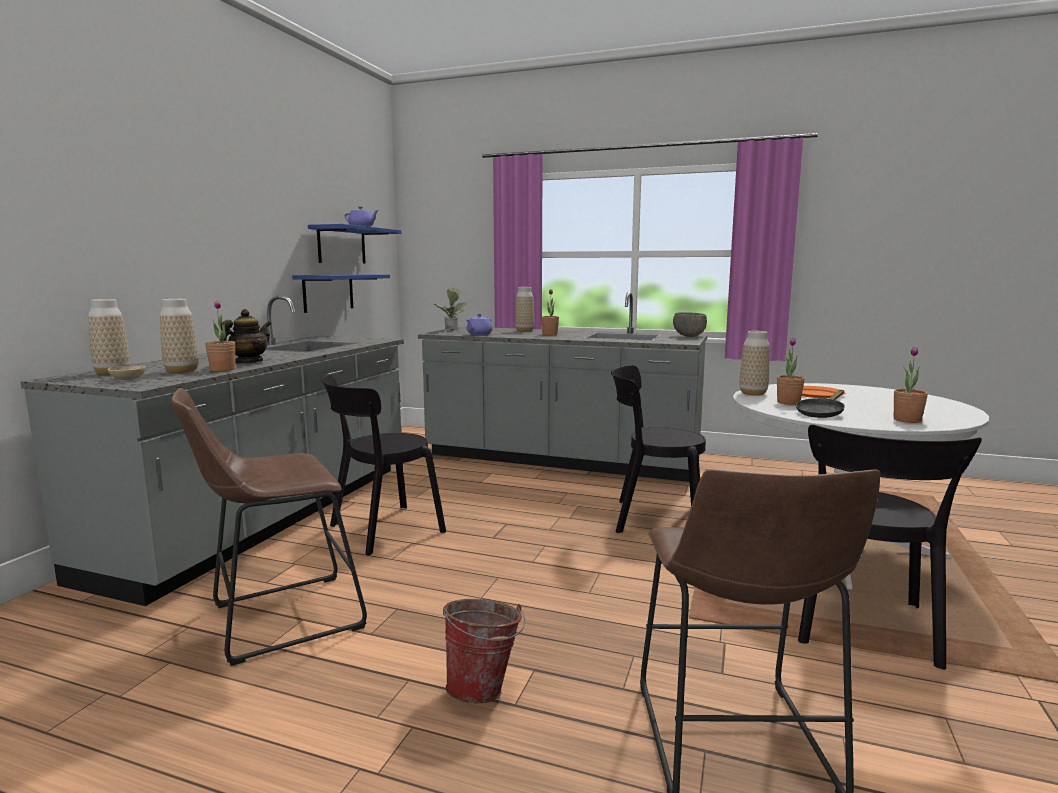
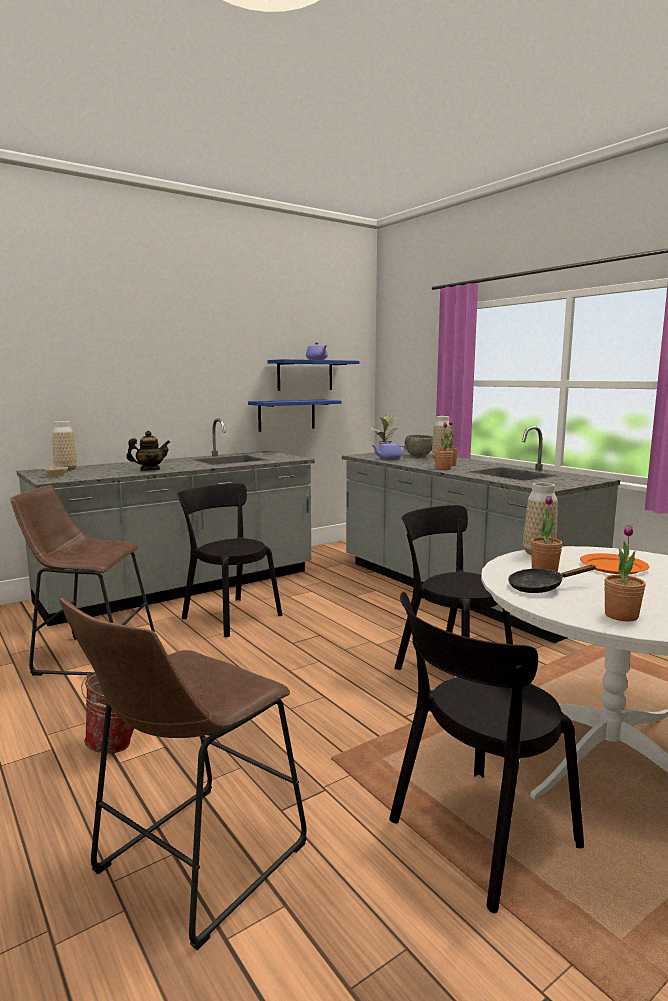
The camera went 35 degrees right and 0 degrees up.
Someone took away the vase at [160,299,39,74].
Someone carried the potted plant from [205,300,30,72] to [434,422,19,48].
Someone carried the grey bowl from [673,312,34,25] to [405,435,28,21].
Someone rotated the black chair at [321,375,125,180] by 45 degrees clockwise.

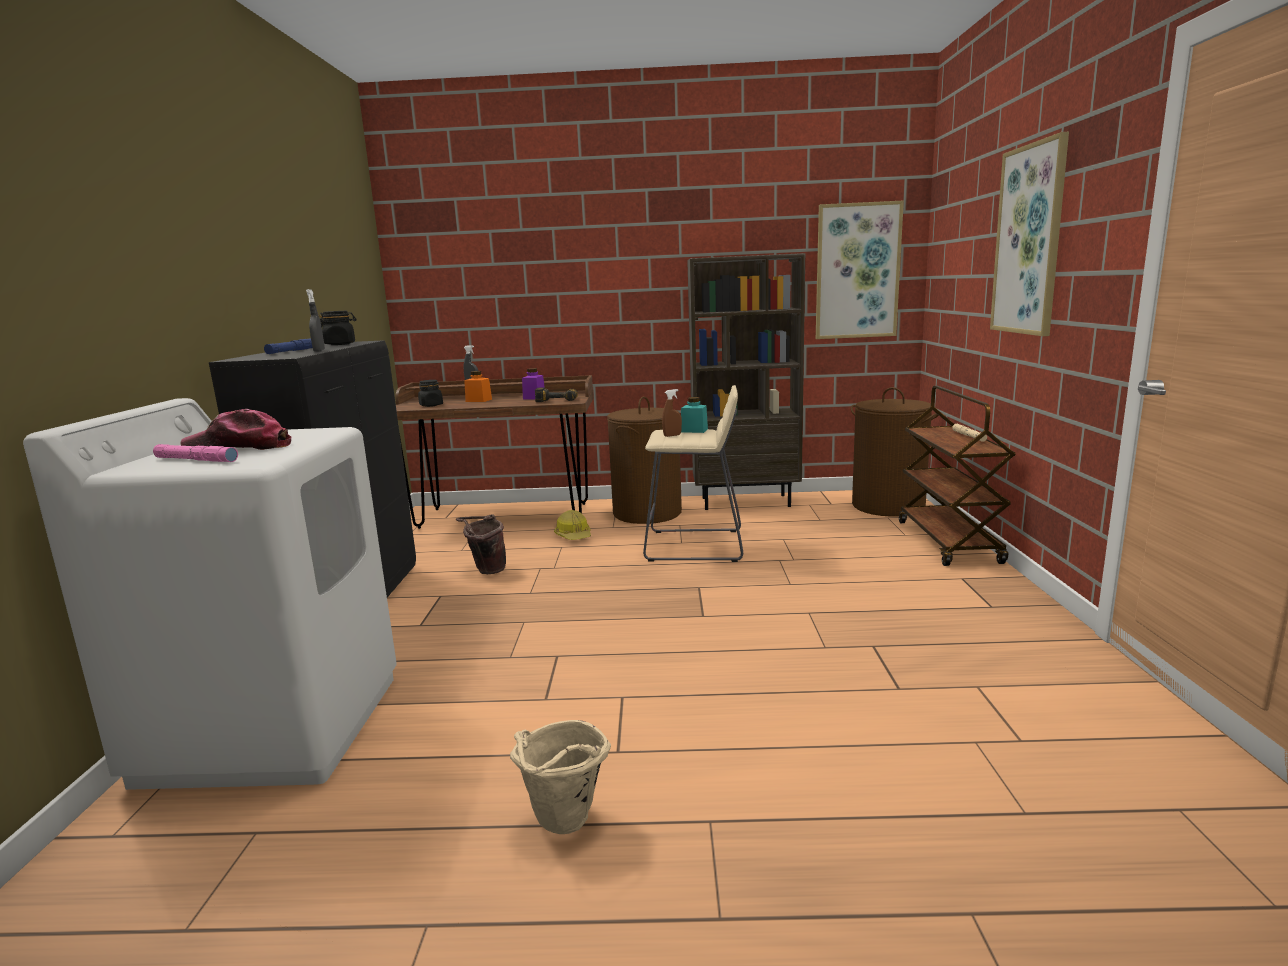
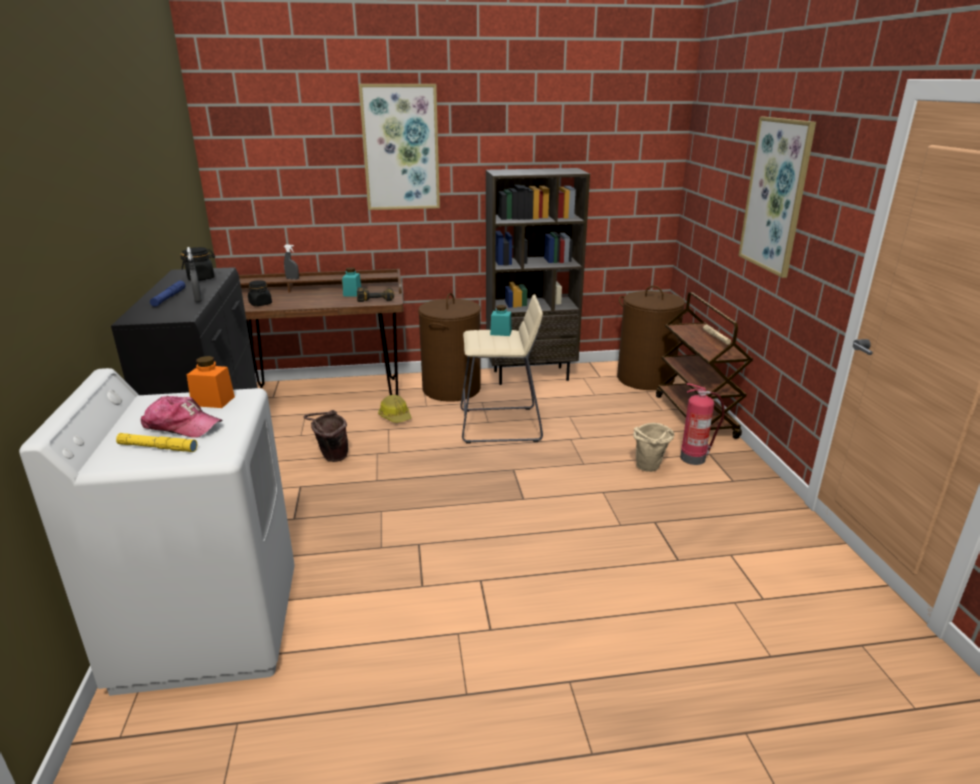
The camera went 10 degrees left and 10 degrees up.
Someone took away the brown spray bottle at [662,389,20,48].
Someone put down the fire extinguisher at [680,383,45,82].
Someone carried the orange jar from [464,371,28,31] to [187,356,48,52].
Someone carried the beige bucket from [510,720,101,114] to [634,423,41,49].
Someone carried the picture from [816,200,88,139] to [359,84,81,126].
Someone repainted the pink flashlight at [153,444,85,18], which became the yellow flashlight at [116,433,81,19].
Someone repainted the purple jar at [522,368,23,32], which became the turquoise jar at [342,267,19,30].
Someone rotated the cap at [181,409,110,41] by 150 degrees counterclockwise.

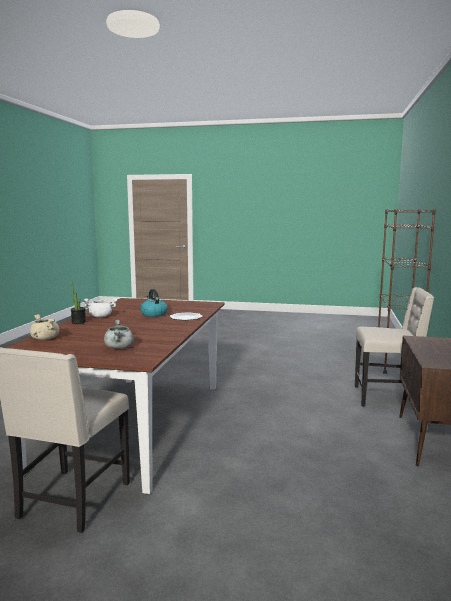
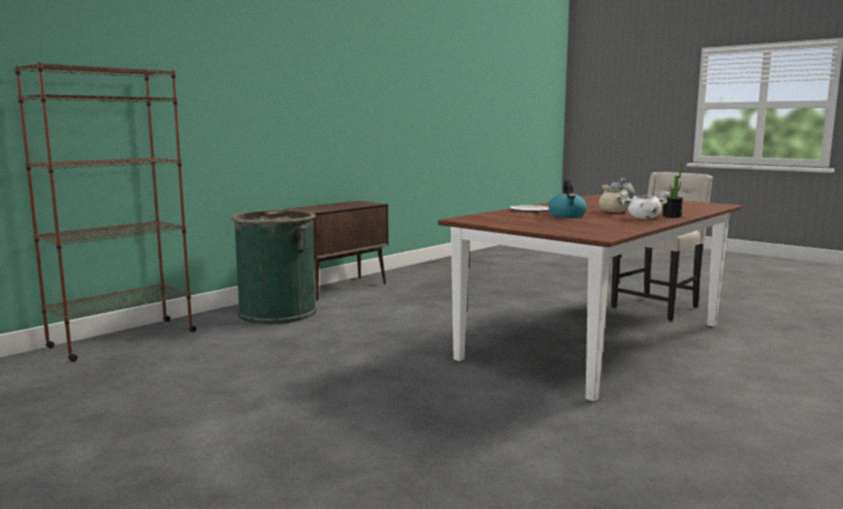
The camera went 150 degrees left and 0 degrees up.
Someone carried the beige cooking pot from [30,314,29,26] to [599,185,31,27].
Someone swapped the beige chair at [355,287,79,120] for the green trash can at [231,210,86,114].

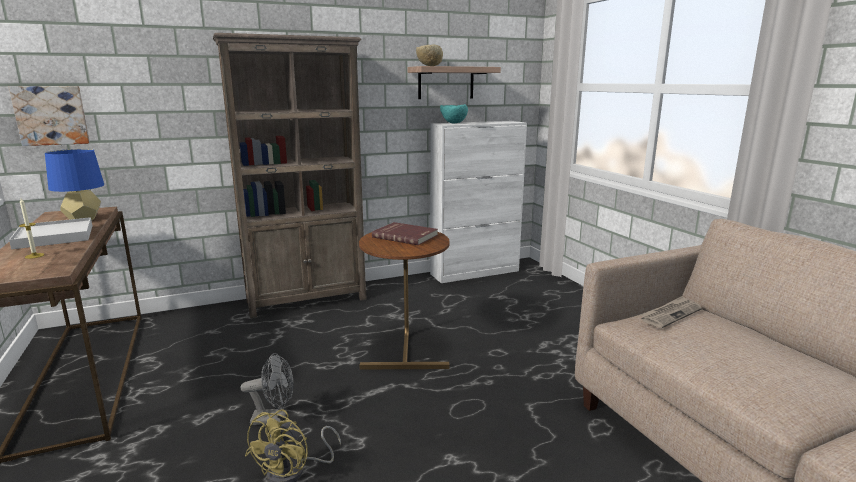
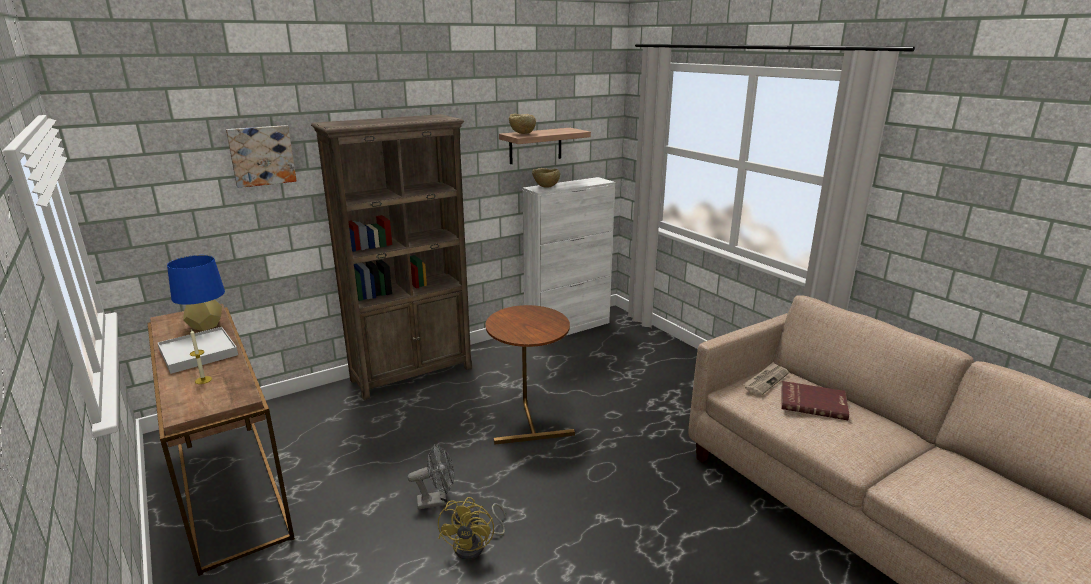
The camera went 10 degrees left and 5 degrees up.
Someone carried the picture from [9,86,81,60] to [226,125,71,63].
Someone carried the red book from [372,222,66,23] to [781,381,68,39].
Someone repainted the turquoise bowl at [440,104,28,19], which became the beige bowl at [532,168,28,19].

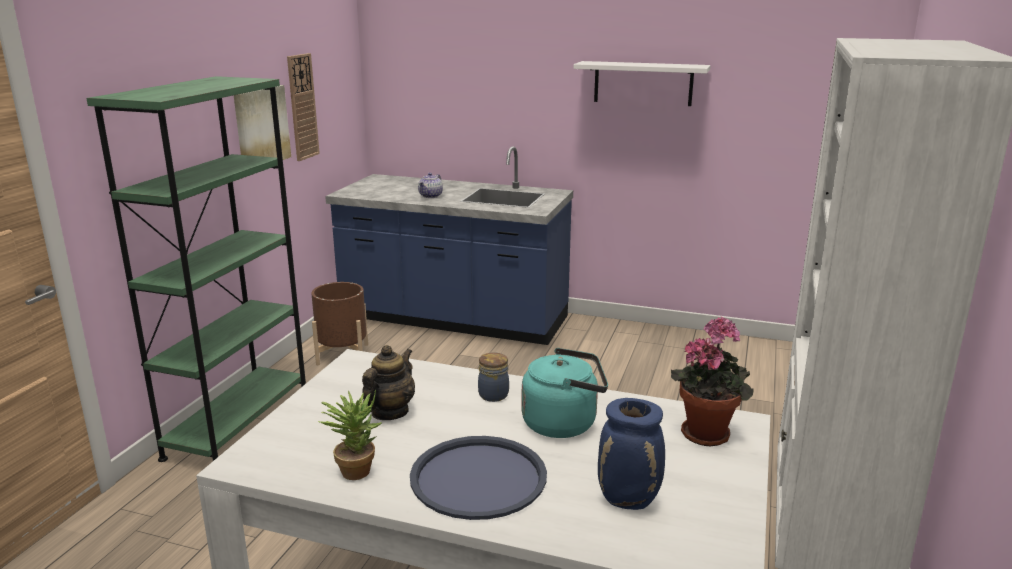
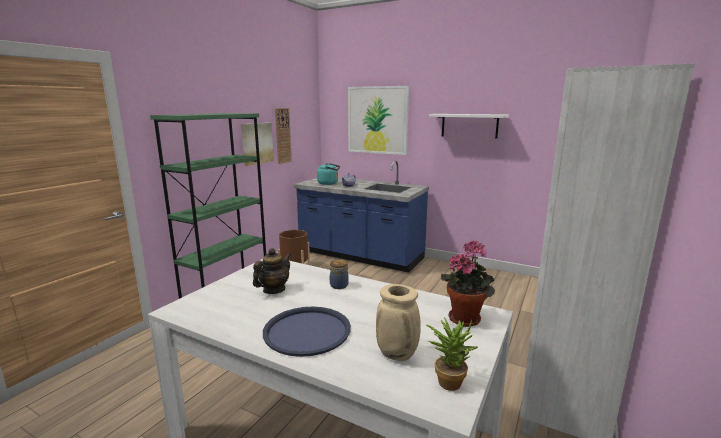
The camera went 10 degrees right and 5 degrees down.
Someone put up the picture at [348,86,61,69].
Someone carried the potted plant from [318,390,63,90] to [426,317,52,74].
Someone carried the turquoise kettle from [521,348,87,90] to [317,163,23,22].
Someone repainted the blue vase at [598,398,67,112], which became the beige vase at [376,284,45,77].

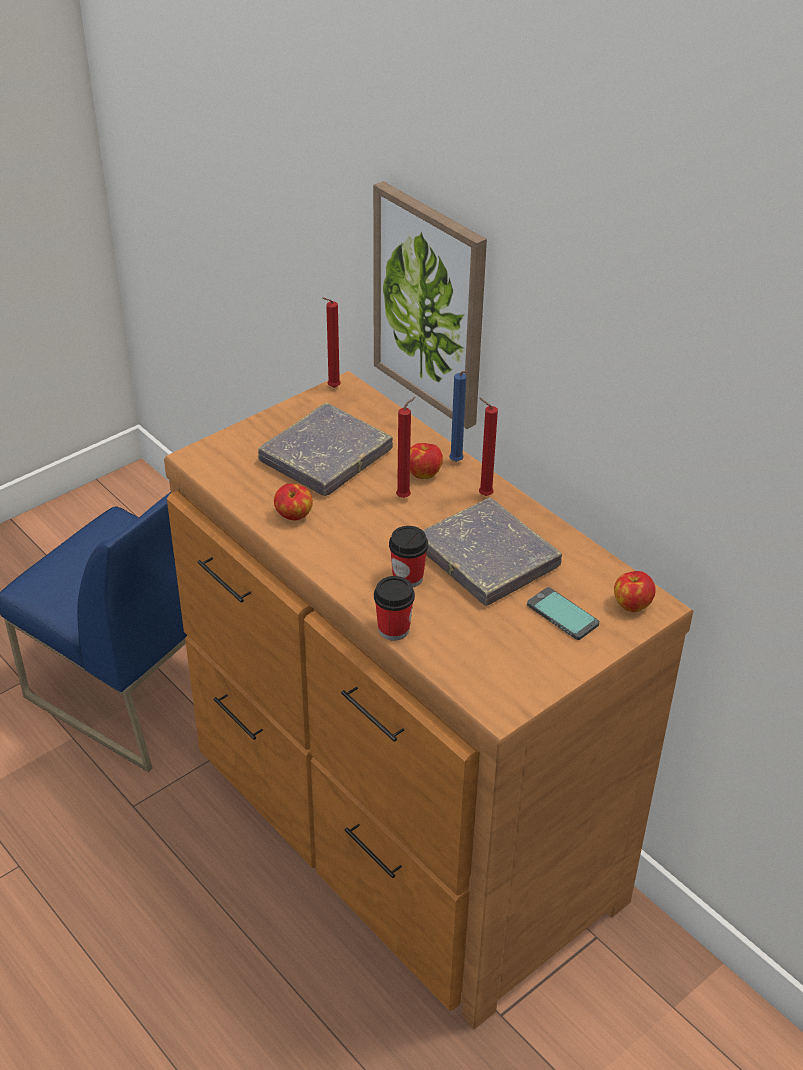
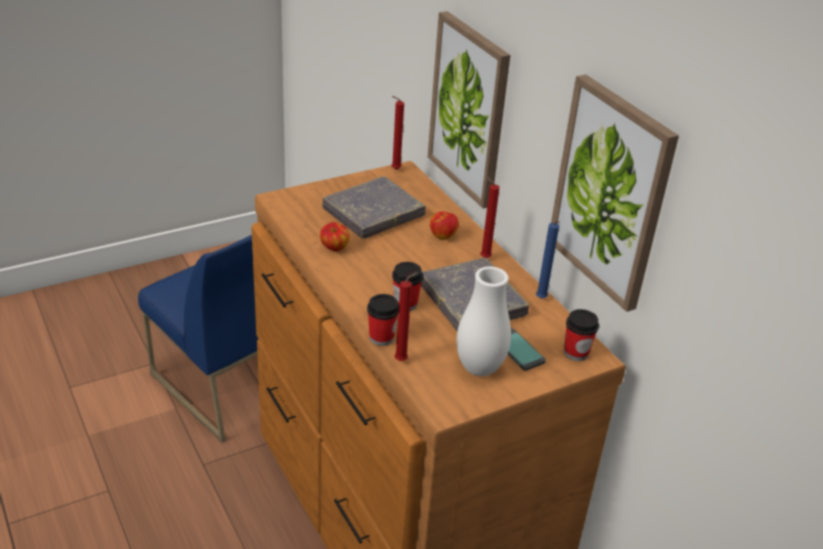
The camera went 10 degrees right and 5 degrees down.
Someone put down the white vase at [456,266,55,110].
Someone put up the picture at [551,74,128,238].
Someone carried the red candle from [396,397,20,101] to [395,272,23,89].
Someone carried the blue candle from [449,371,18,91] to [536,221,24,78].
Someone swapped the apple at [614,571,42,41] for the cup at [564,309,35,52].

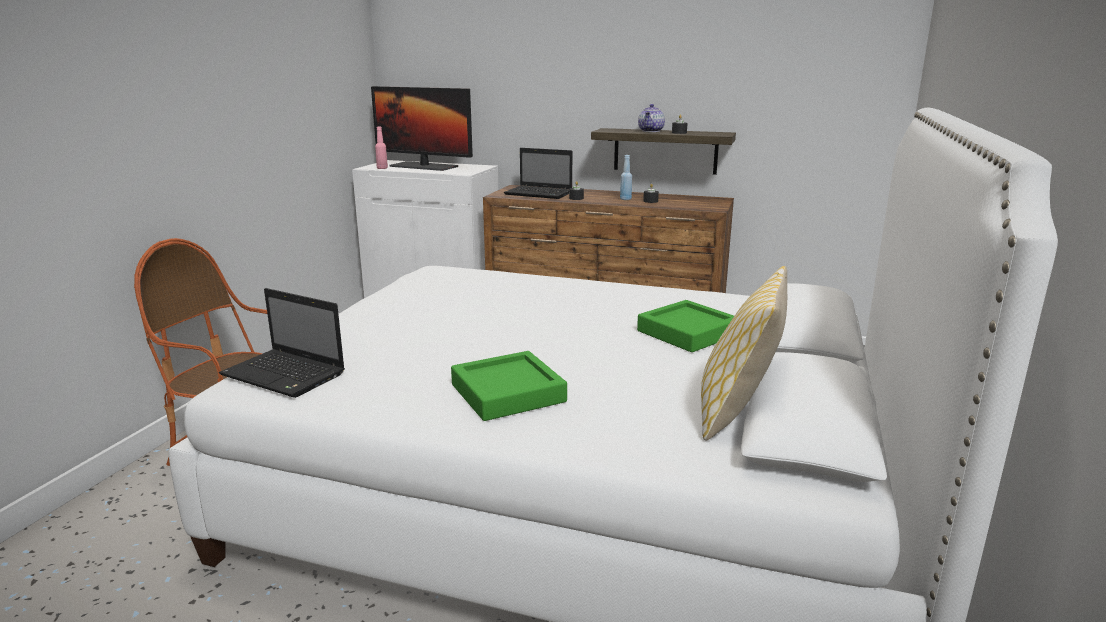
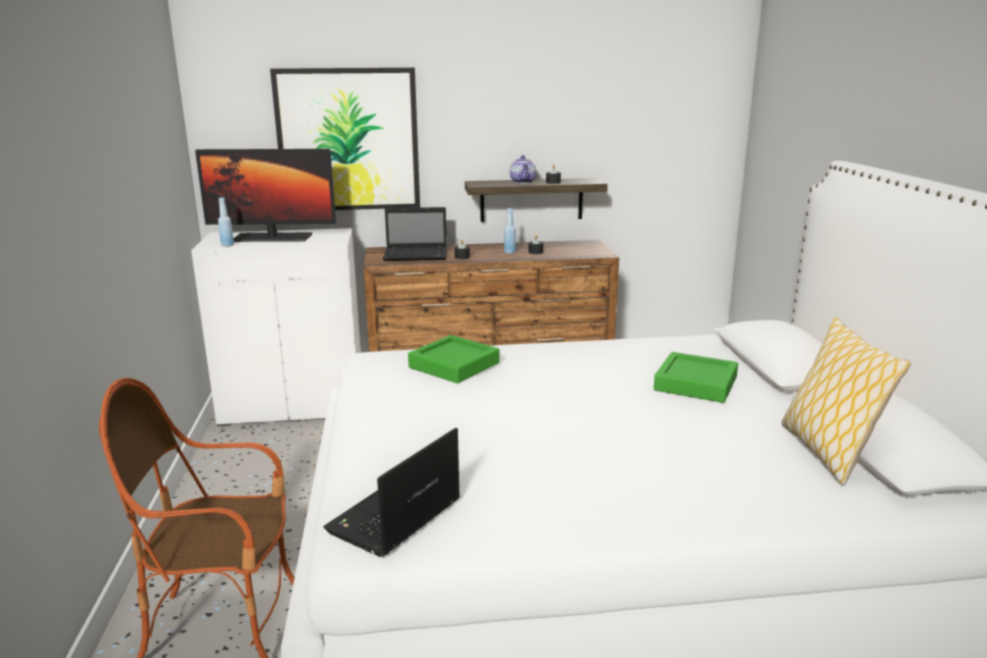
The camera went 25 degrees left and 0 degrees up.
Someone put up the picture at [270,68,150,142].
Someone carried the green tray from [451,351,116,70] to [408,335,91,48].
Someone repainted the pink bottle at [375,127,13,42], which became the blue bottle at [218,197,16,50].
Someone rotated the laptop at [219,288,126,110] by 120 degrees clockwise.

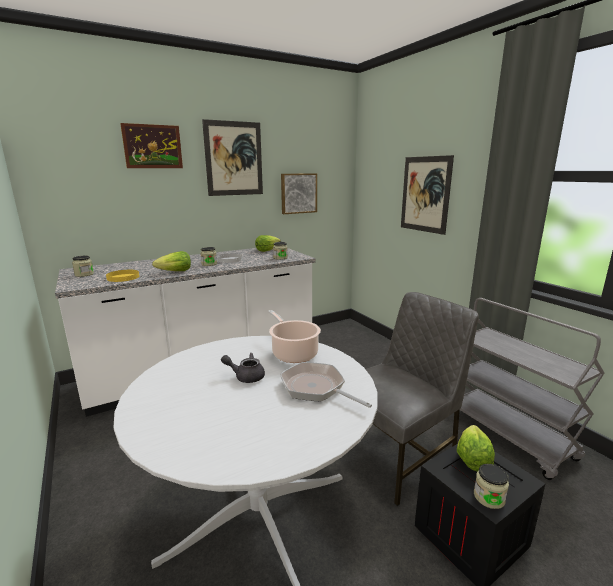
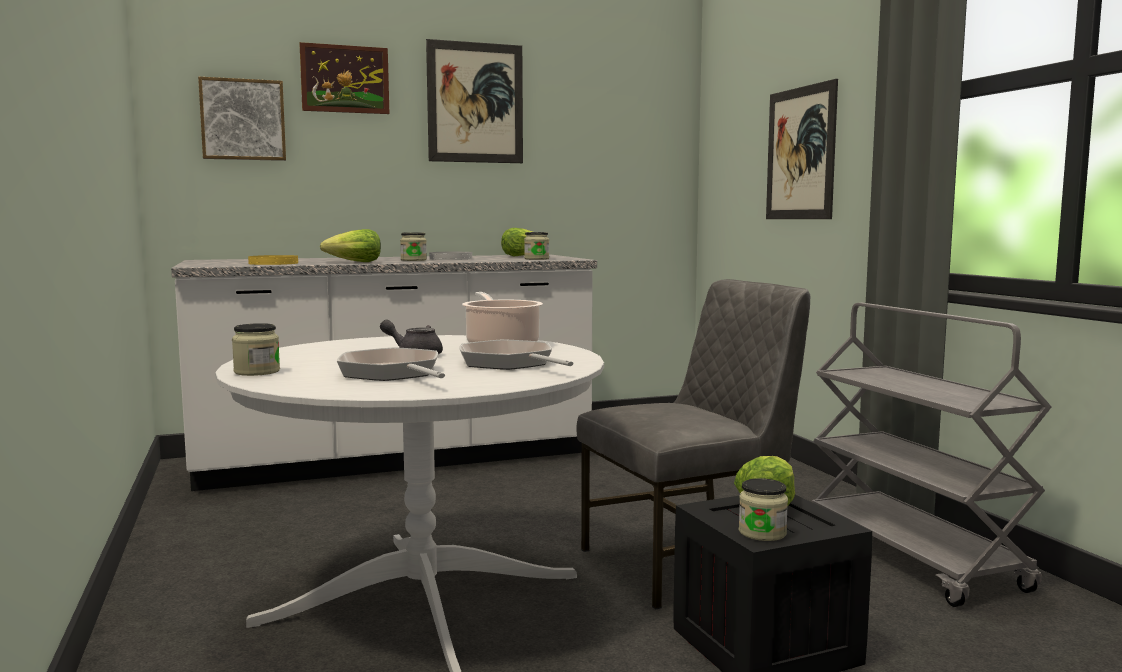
The camera went 10 degrees right and 10 degrees down.
Someone put down the frying pan at [337,347,108,34].
Someone carried the jar from [72,256,22,21] to [232,323,48,53].
Someone carried the picture from [281,173,36,41] to [198,76,88,85].

